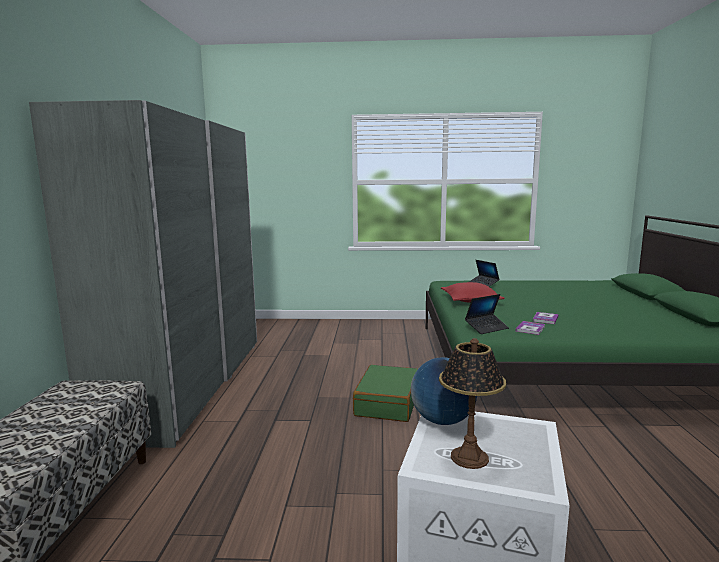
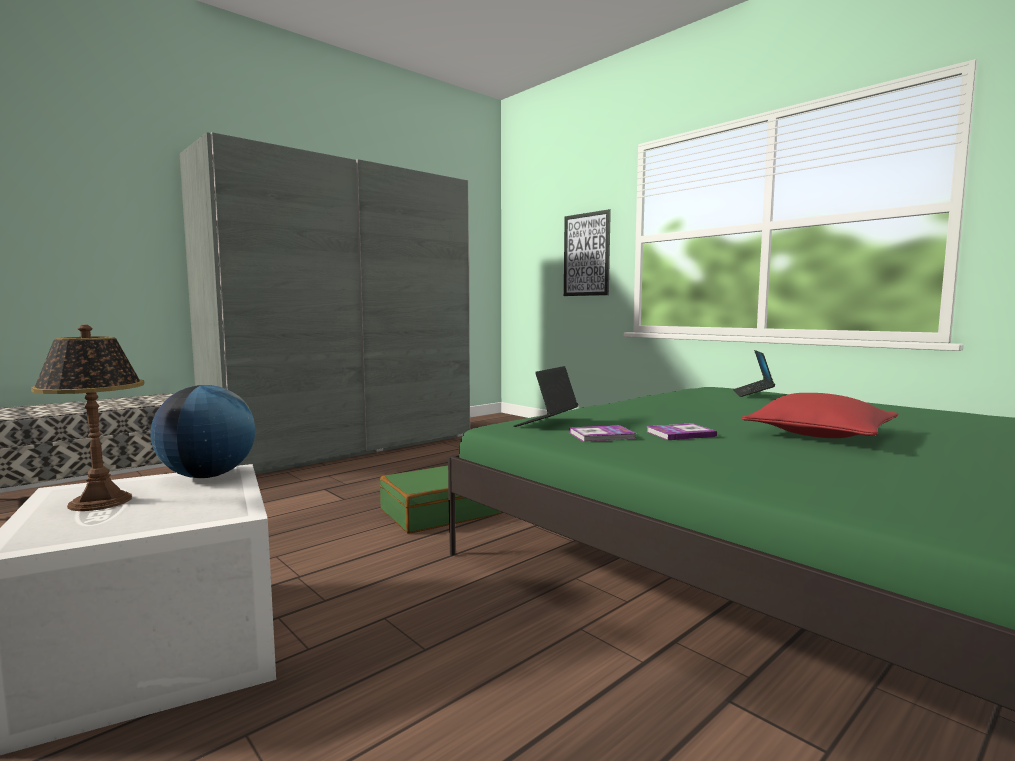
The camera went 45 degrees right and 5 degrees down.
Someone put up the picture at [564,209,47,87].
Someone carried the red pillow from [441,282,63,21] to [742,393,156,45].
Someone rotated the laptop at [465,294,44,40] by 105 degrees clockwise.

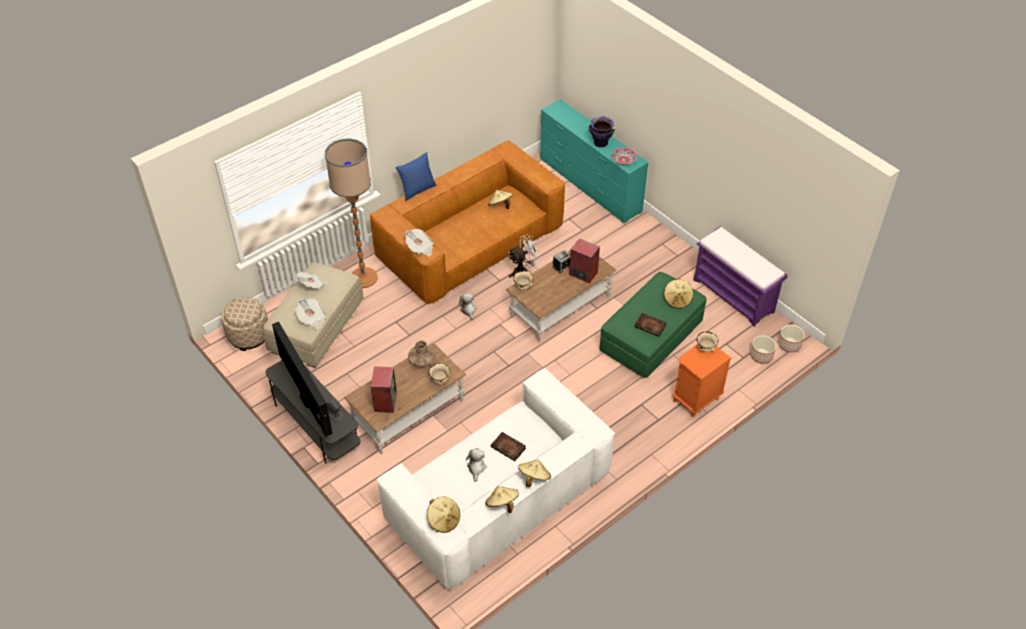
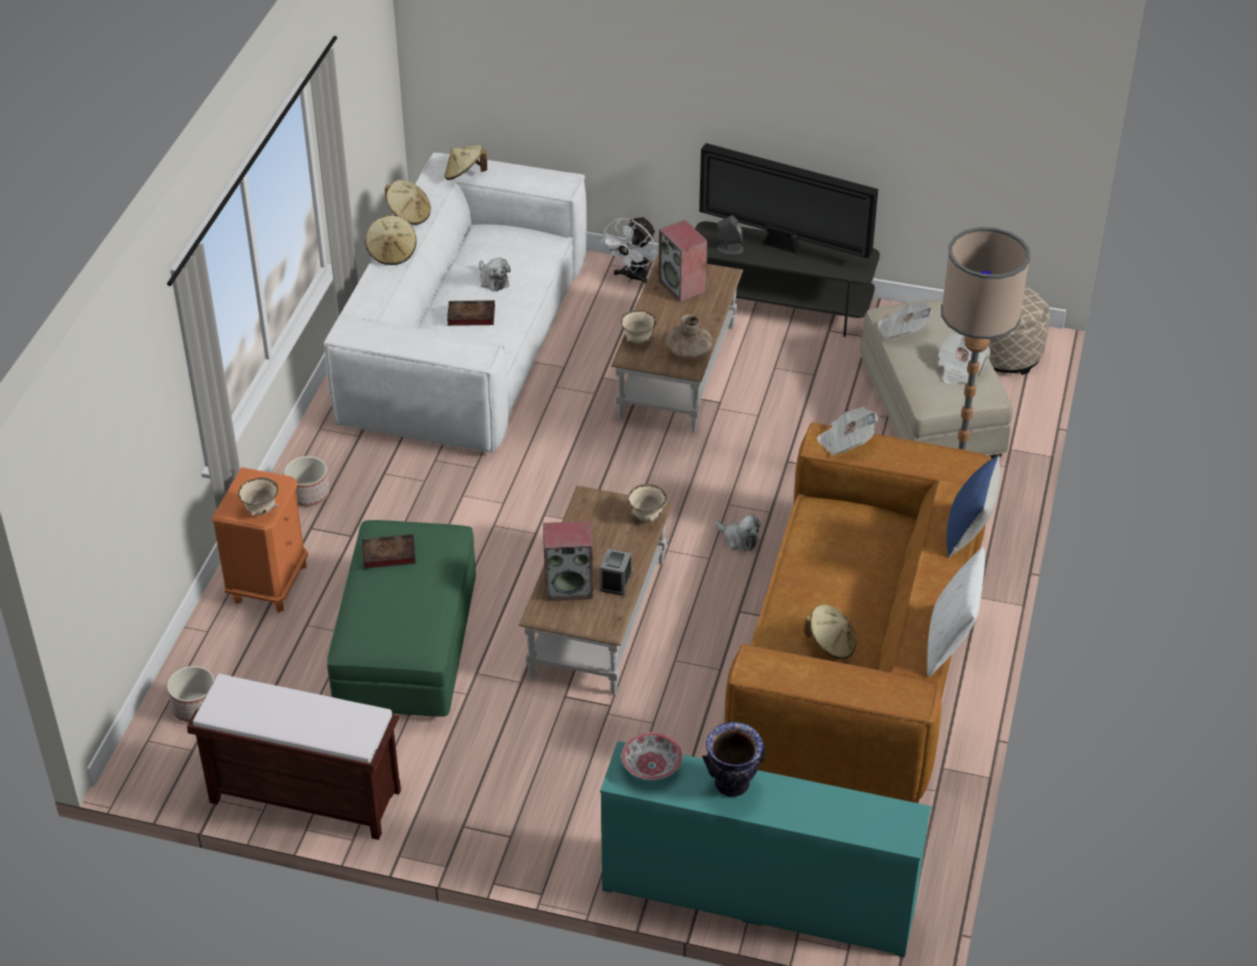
The camera went 145 degrees right and 5 degrees down.
Someone took away the beige hat at [664,278,29,31].
Someone put down the white pillow at [927,547,58,130].
Someone carried the white fan from [508,234,33,44] to [600,216,56,68].
Someone carried the planter from [778,325,26,28] to [284,456,46,50].
Someone repainted the purple bench at [693,226,95,101], which became the brown bench at [187,674,214,166].

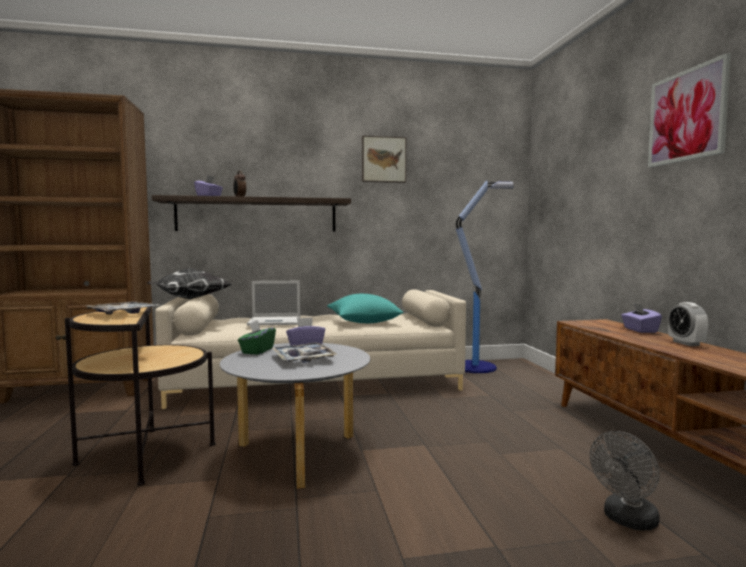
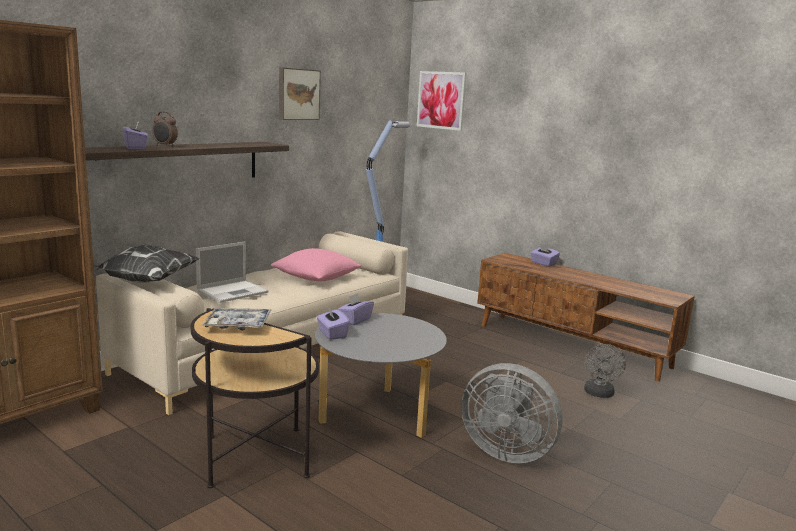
The camera went 40 degrees left and 10 degrees up.
Someone took away the tray at [272,342,64,21].
Someone took away the alarm clock at [668,302,40,44].
Someone put down the grey fan at [461,363,102,100].
Someone carried the picture from [648,53,83,114] to [417,71,50,60].
Someone repainted the green tissue box at [238,320,38,35], which became the purple tissue box at [317,307,33,33].
Someone repainted the turquoise pillow at [327,294,77,29], which became the pink pillow at [271,248,91,34].

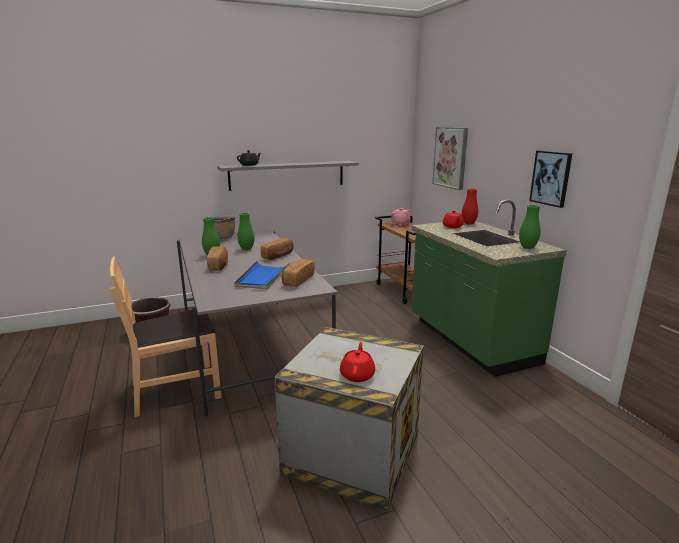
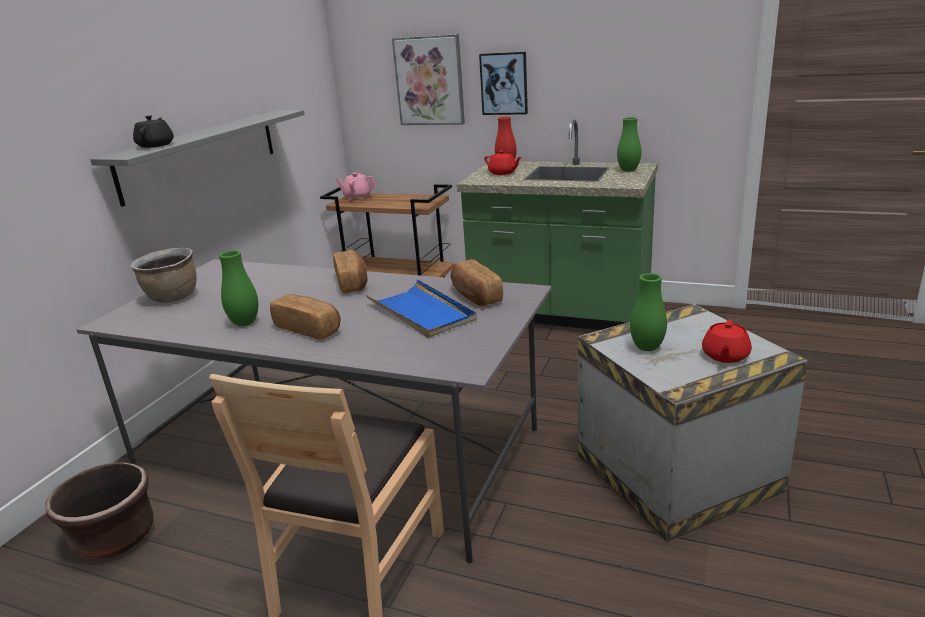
The camera went 45 degrees left and 5 degrees up.
Someone carried the green vase from [237,213,18,37] to [630,273,37,78].
Someone carried the picture from [529,151,43,57] to [479,52,49,63].
Someone rotated the red teapot at [340,342,35,40] by 120 degrees counterclockwise.

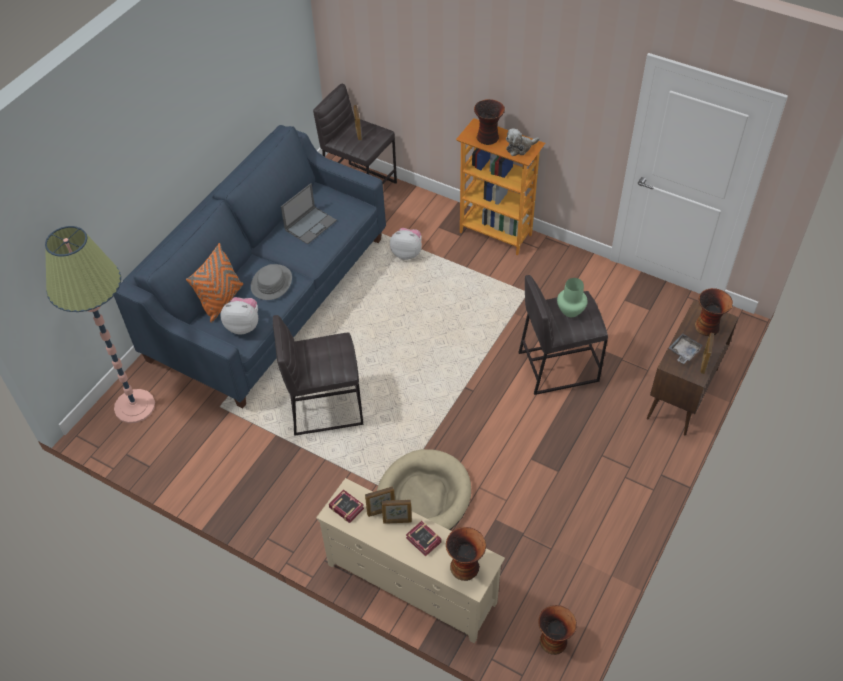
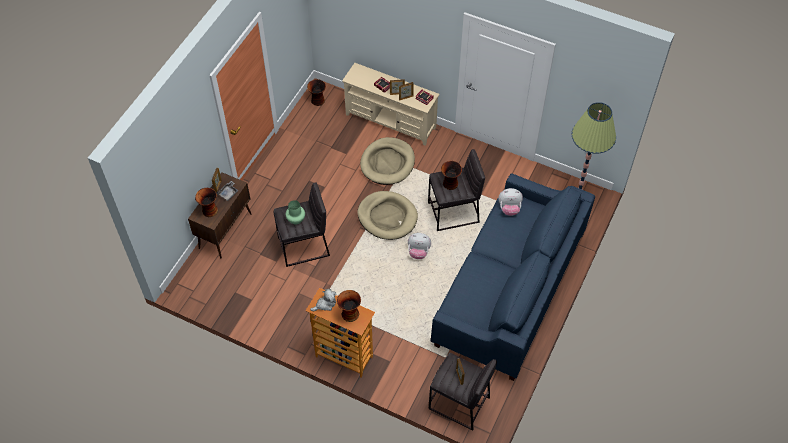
The camera went 175 degrees right and 5 degrees up.
Someone took away the orange pillow at [186,243,57,80].
Someone took away the grey hat at [251,264,41,36].
Someone took away the laptop at [281,183,56,61].
Someone put down the beige dog bed at [357,191,61,49].
Someone carried the plush toy from [390,228,32,32] to [408,233,23,26].
Someone carried the vase from [446,527,40,54] to [441,161,21,29].

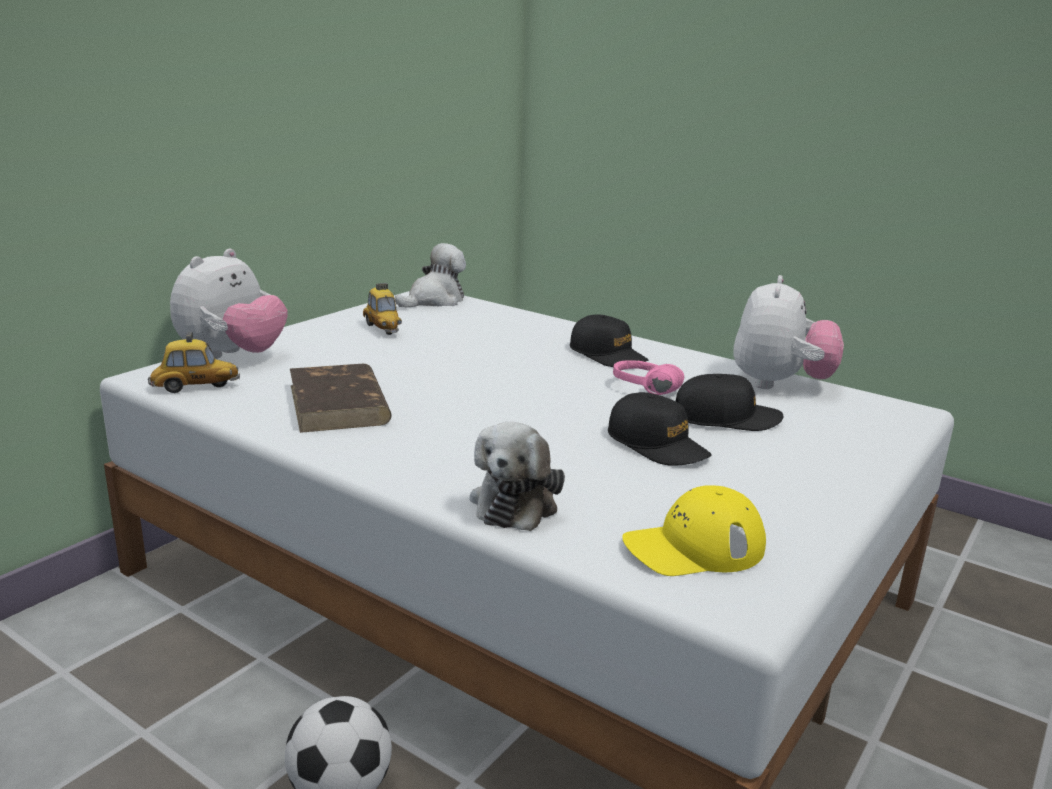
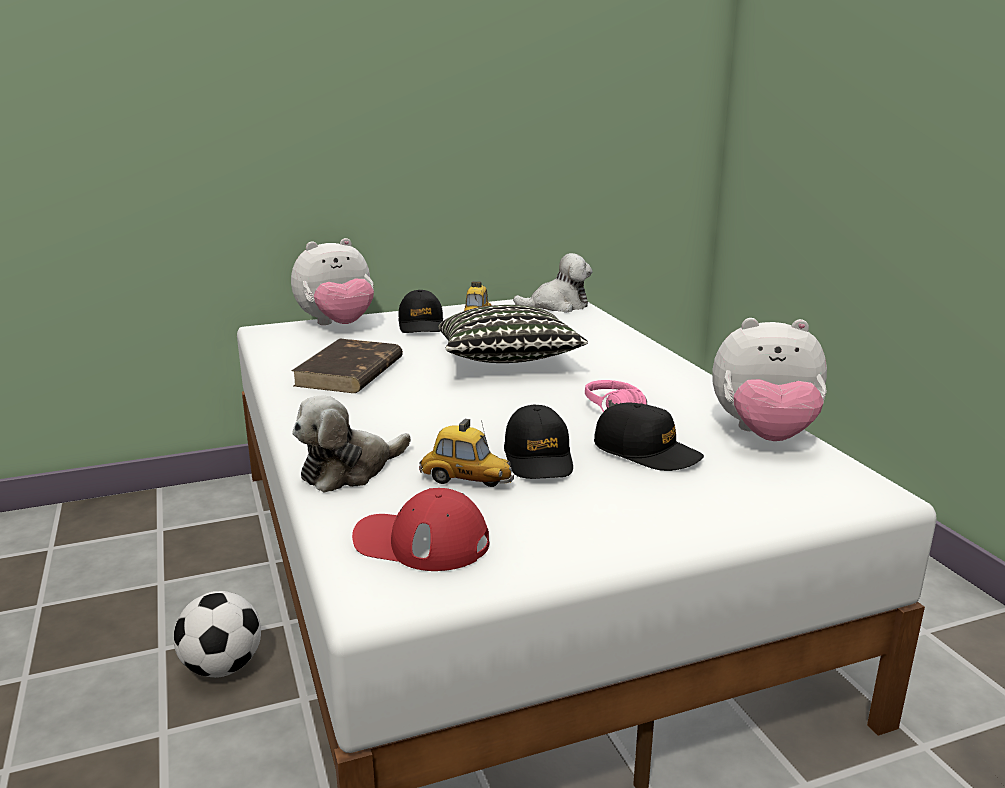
The camera went 35 degrees right and 0 degrees up.
Someone put down the pillow at [438,305,150,58].
Someone carried the toy car from [148,332,92,61] to [419,419,95,68].
Someone carried the black cap from [570,314,78,53] to [398,290,45,43].
Someone repainted the yellow cap at [622,485,144,91], which became the red cap at [352,488,137,83].
Someone rotated the plush toy at [734,275,110,114] by 45 degrees clockwise.

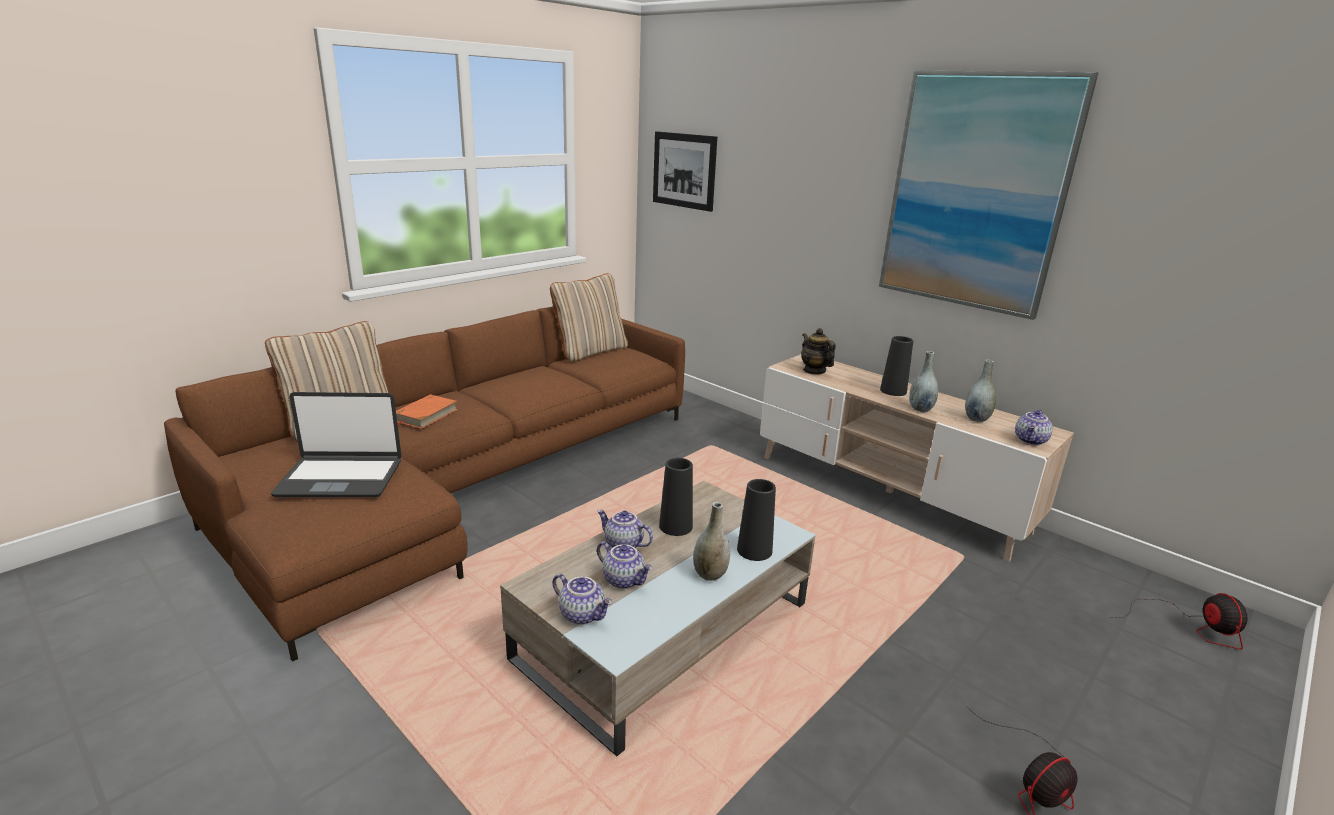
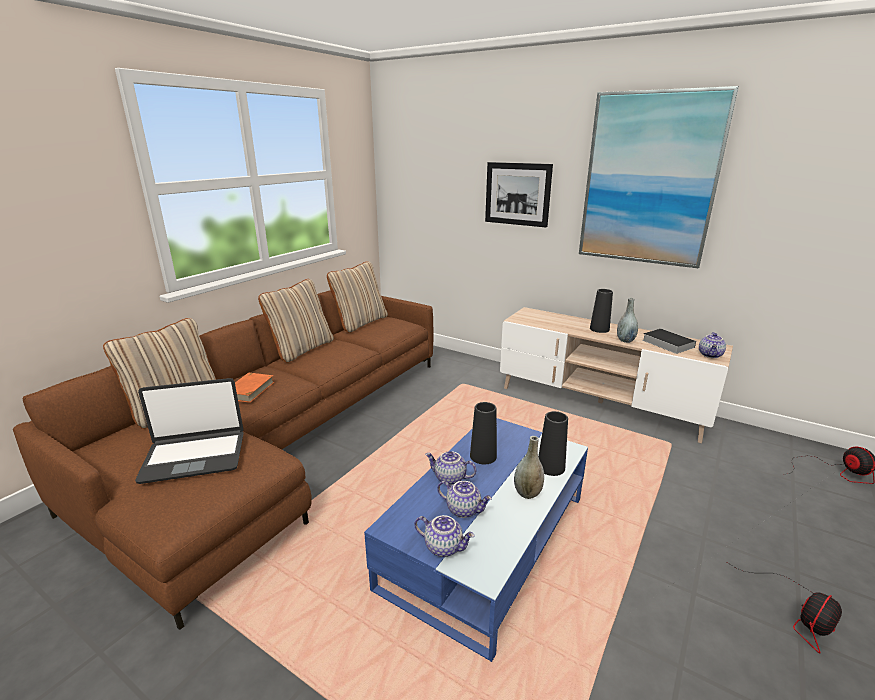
The camera went 10 degrees left and 0 degrees up.
Someone took away the teapot at [801,328,35,47].
Someone put down the beige pillow at [258,279,76,84].
Someone carried the picture from [653,131,64,81] to [485,162,68,65].
Someone swapped the grey vase at [965,360,31,62] for the book at [642,329,54,25].
Someone repainted the beige coffee table at [500,481,315,275], which became the blue coffee table at [364,418,224,244].

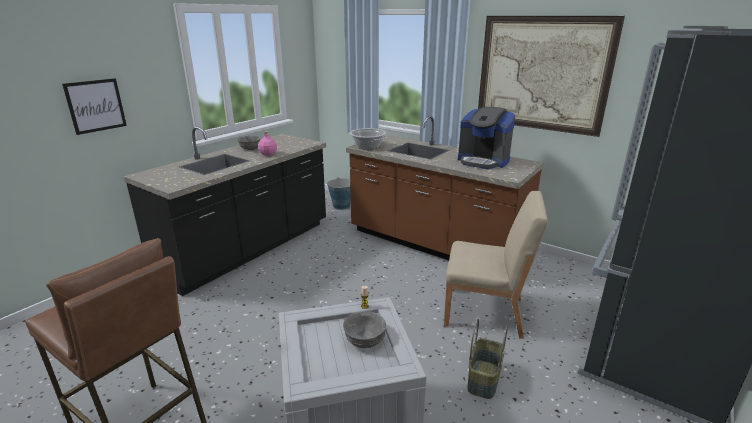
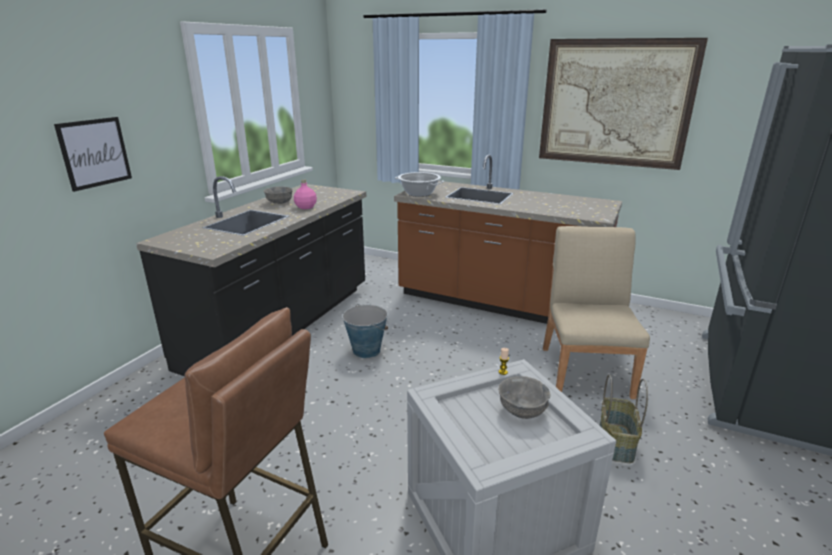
The camera went 10 degrees left and 0 degrees up.
Someone took away the coffee machine at [458,107,57,62].
Someone carried the bucket from [327,178,24,32] to [342,304,46,54].
Someone rotated the beige chair at [444,191,104,148] by 90 degrees counterclockwise.

